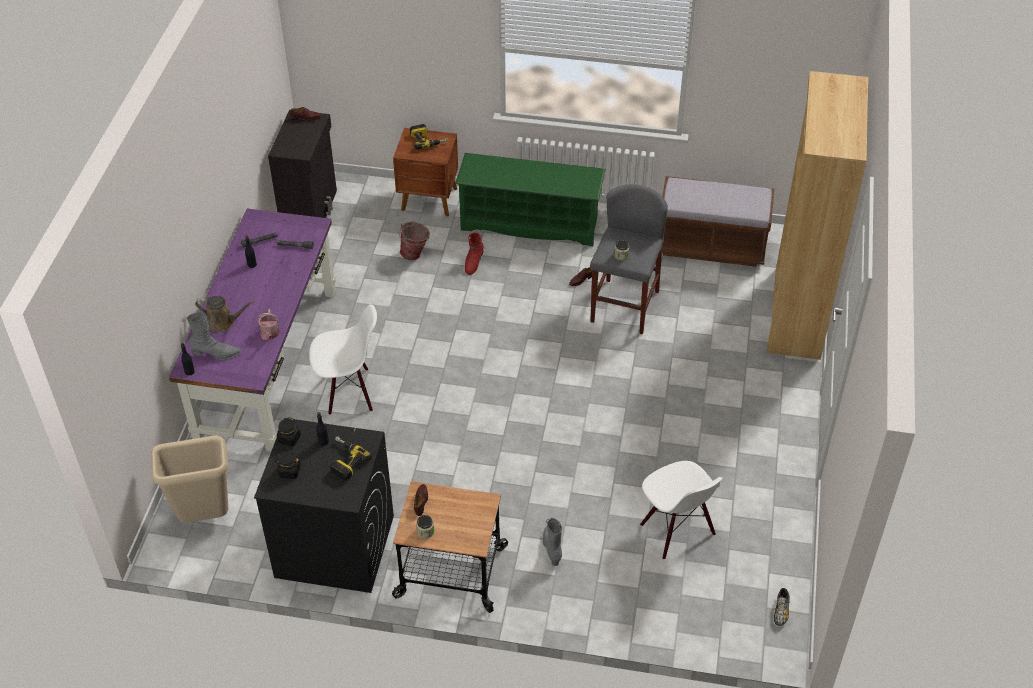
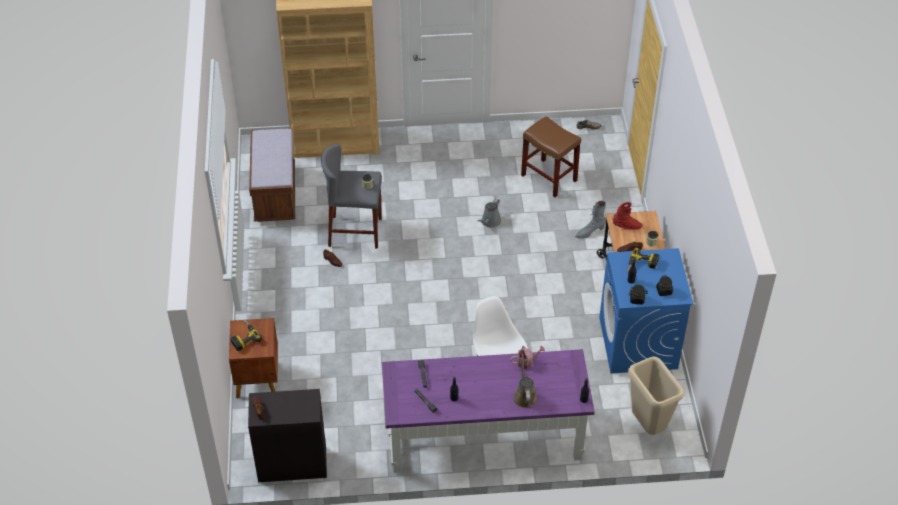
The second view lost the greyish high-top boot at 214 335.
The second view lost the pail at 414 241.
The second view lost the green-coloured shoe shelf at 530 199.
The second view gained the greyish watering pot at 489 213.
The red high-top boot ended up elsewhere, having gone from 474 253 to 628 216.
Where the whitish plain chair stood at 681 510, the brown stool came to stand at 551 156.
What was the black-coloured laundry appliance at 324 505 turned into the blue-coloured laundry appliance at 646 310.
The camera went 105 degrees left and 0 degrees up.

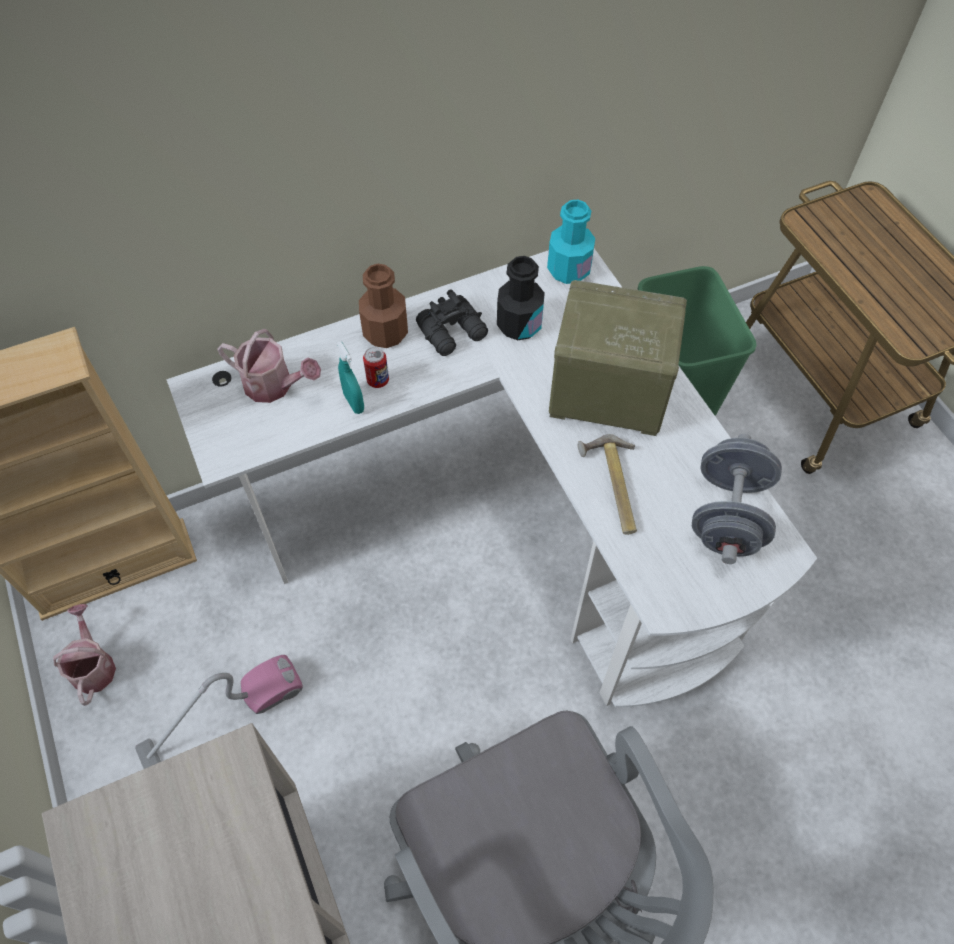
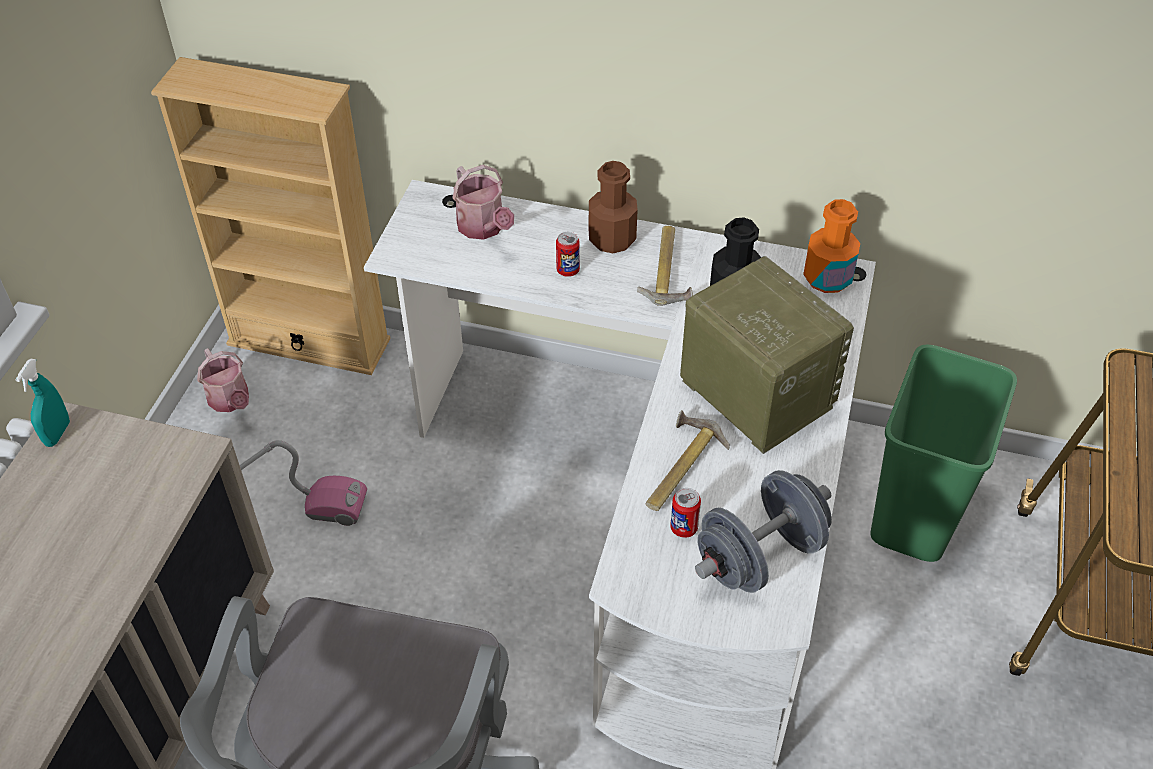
The second view gained the metal can at 685 513.
The turquoise sprayer ended up elsewhere, having gone from 350 377 to 42 403.
Where the black-coloured field glasses stood at 452 322, the hand hammer came to stand at 665 266.
What was the turquoise drink bottle at 571 242 turned into the orange drink bottle at 831 246.
The watering pot at 84 655 ended up facing another way, 120 degrees clockwise from before.
The camera went 40 degrees right and 10 degrees down.

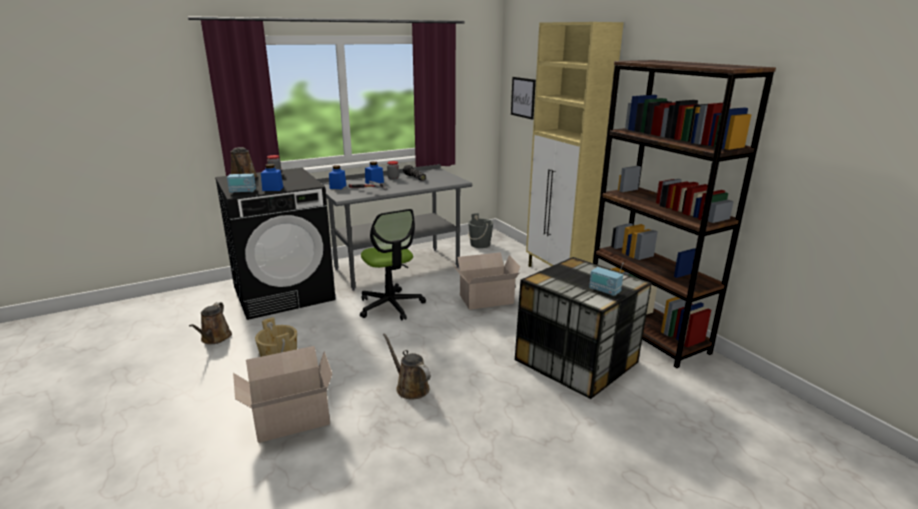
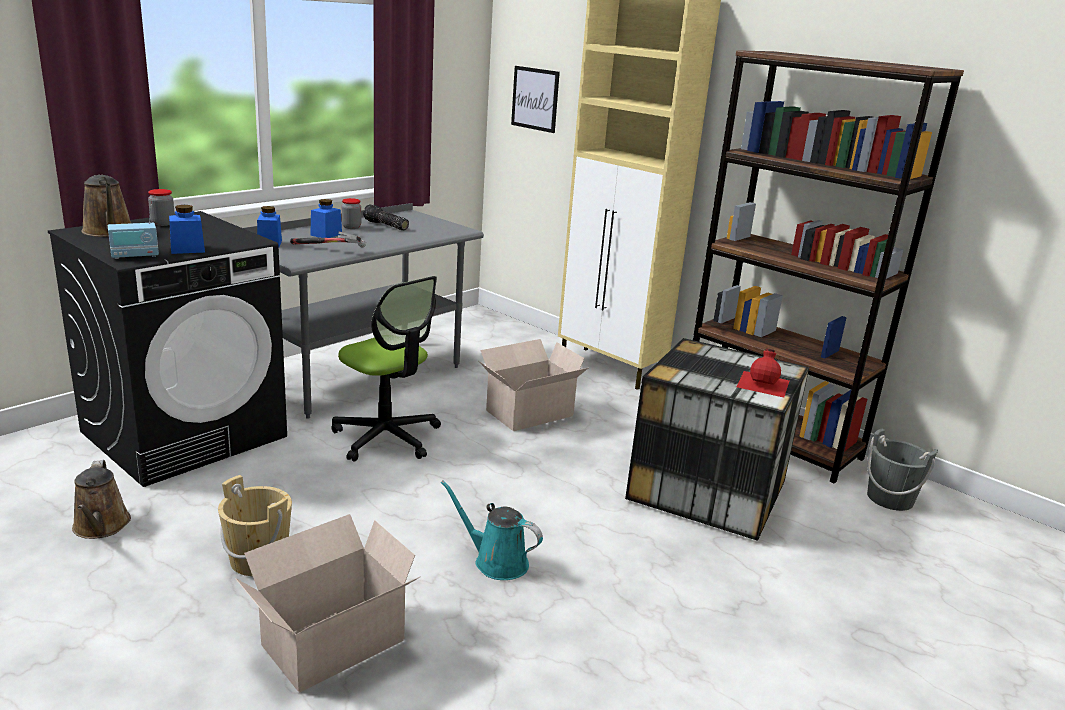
The greyish pail ended up elsewhere, having gone from 480 230 to 902 470.
Where the radio stood at 606 279, the red drink bottle came to stand at 763 373.
What was the brown watering pot at 407 366 turned into the turquoise watering pot at 492 530.
The camera went 20 degrees left and 0 degrees up.

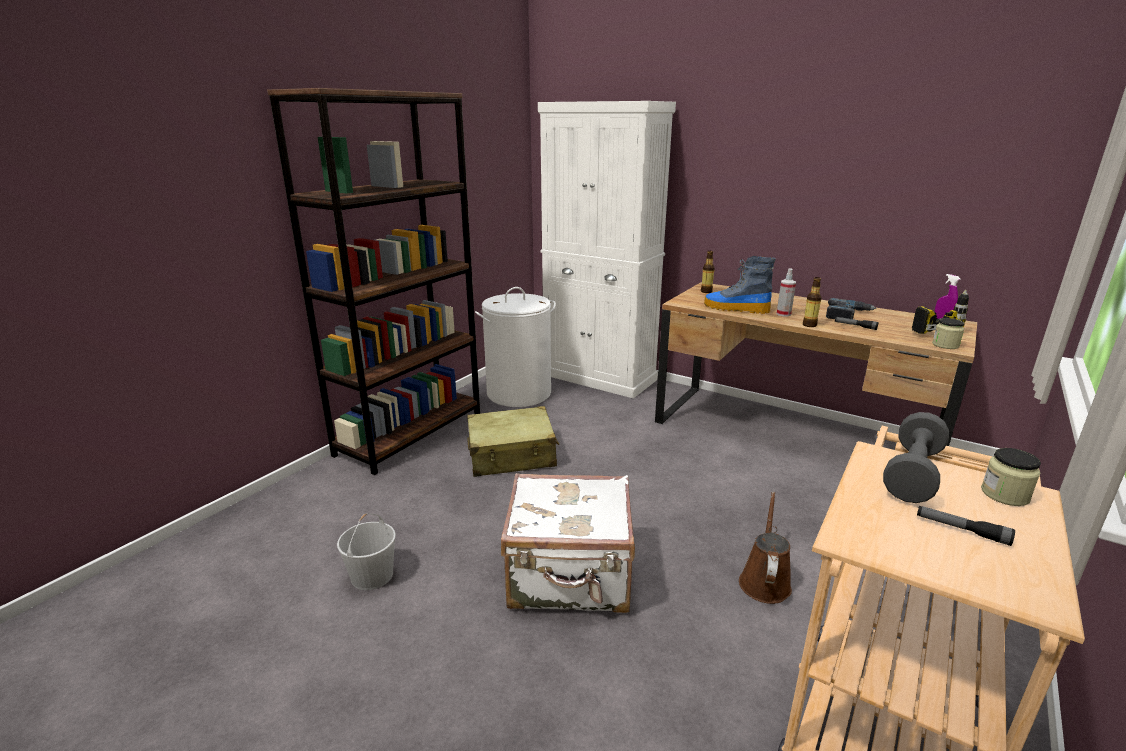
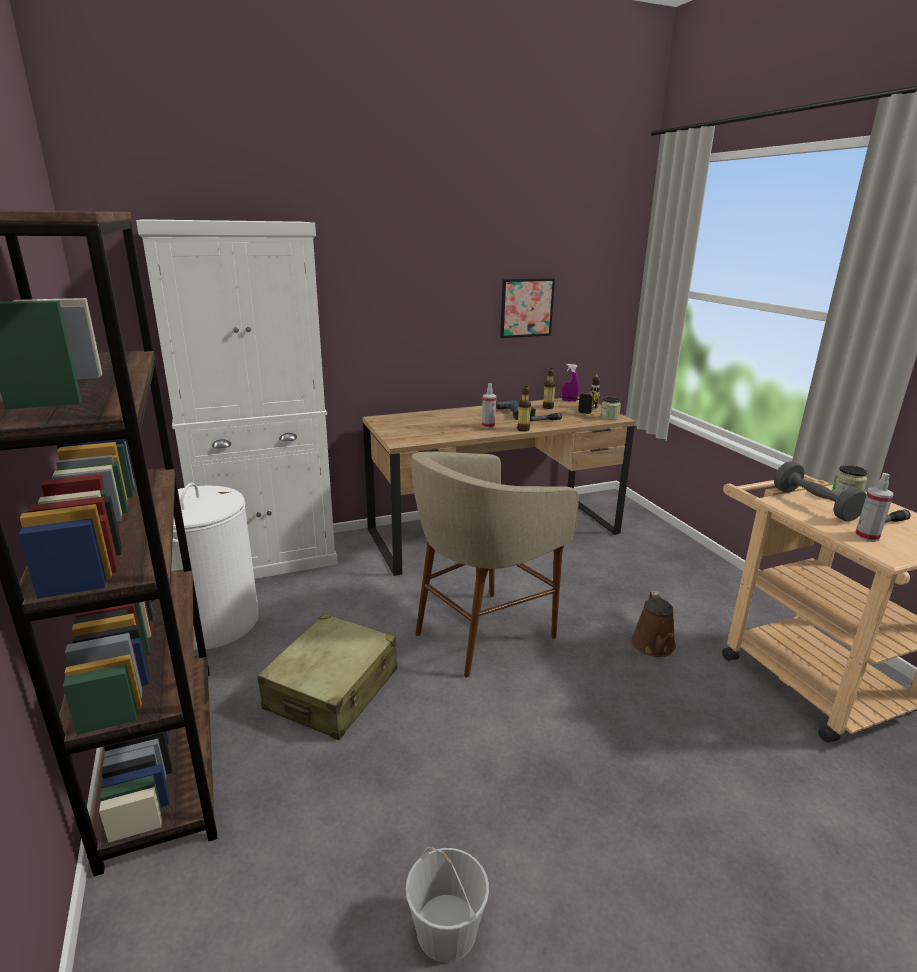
The second view lost the whitish suitcase at 568 543.
The second view lost the high-top boot at 739 285.
The second view gained the beige-coloured stool at 495 564.
The second view gained the picture at 527 308.
The second view gained the sprayer at 874 507.
The drink bottle ended up elsewhere, having gone from 708 272 to 549 388.
The brown watering pot at 765 548 ended up facing another way, 135 degrees counterclockwise from before.
The camera went 55 degrees left and 0 degrees up.

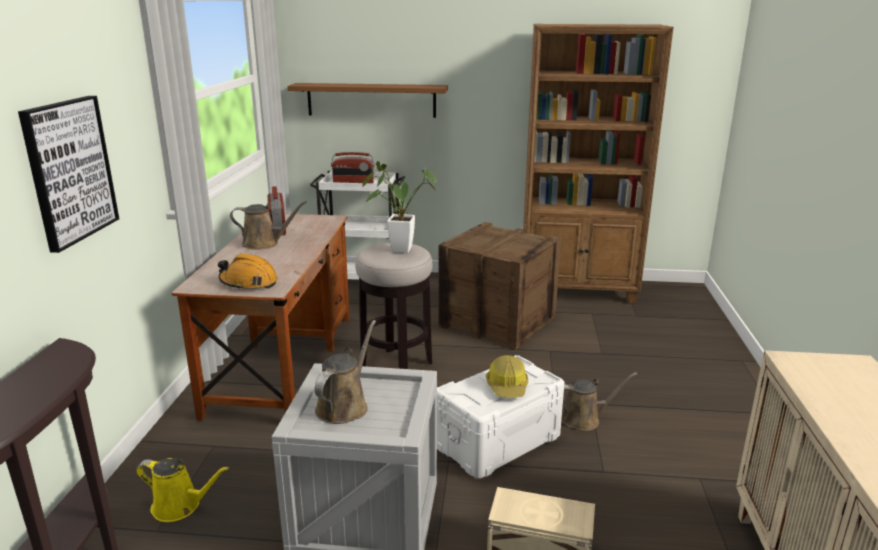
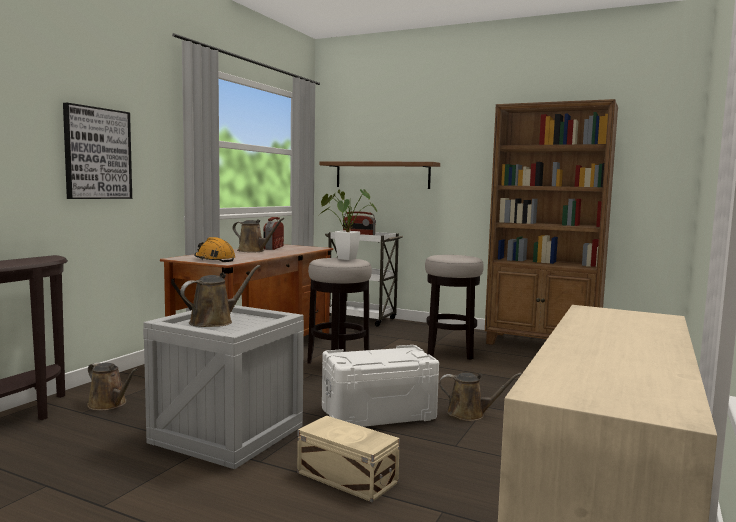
The second view lost the hard hat at 507 376.
Where the shipping crate stood at 499 286, the stool came to stand at 454 307.
What was the yellow watering pot at 182 490 turned into the brown watering pot at 112 386.
The camera went 20 degrees right and 15 degrees down.

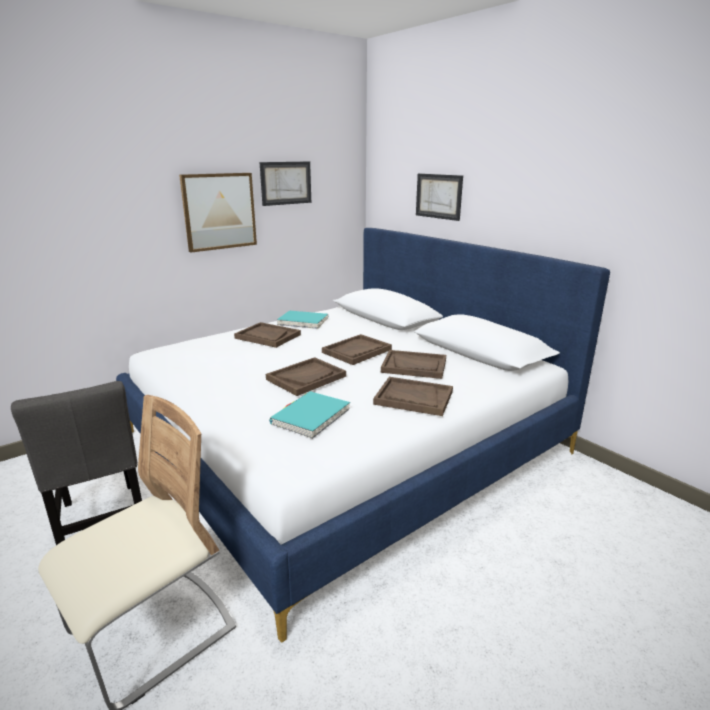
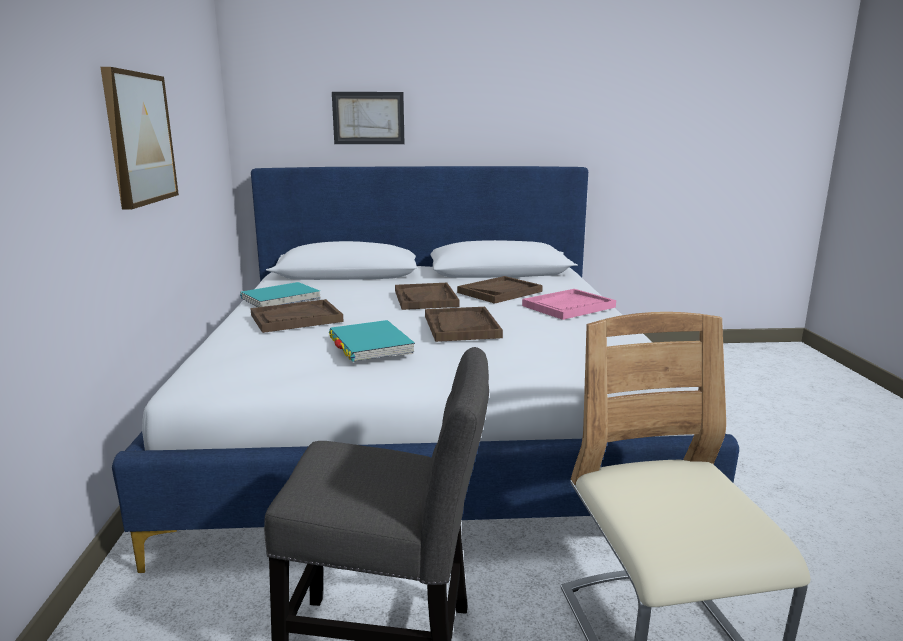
The second view lost the picture at 285 183.
The turquoise book ended up elsewhere, having gone from 309 415 to 372 341.
What was the brown serving tray at 413 396 turned into the pinkish serving tray at 569 304.
The camera went 55 degrees left and 5 degrees down.

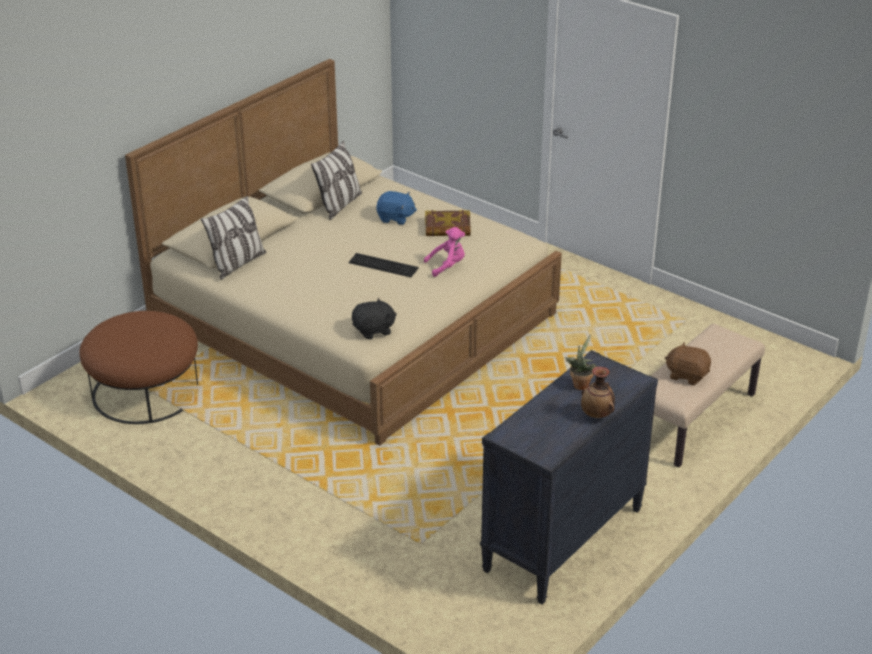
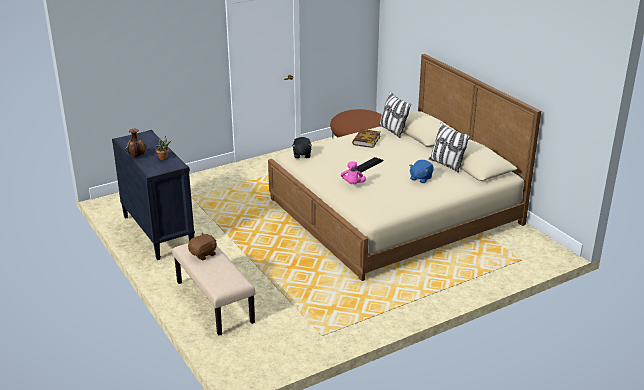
The book ended up elsewhere, having gone from 448 223 to 366 138.
The camera went 110 degrees right and 5 degrees down.

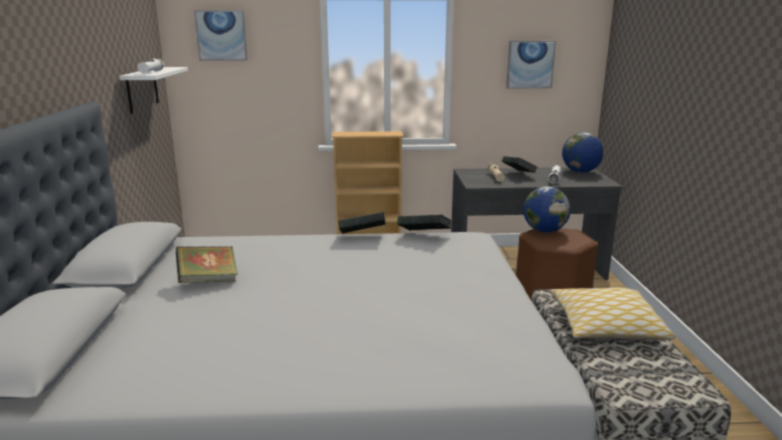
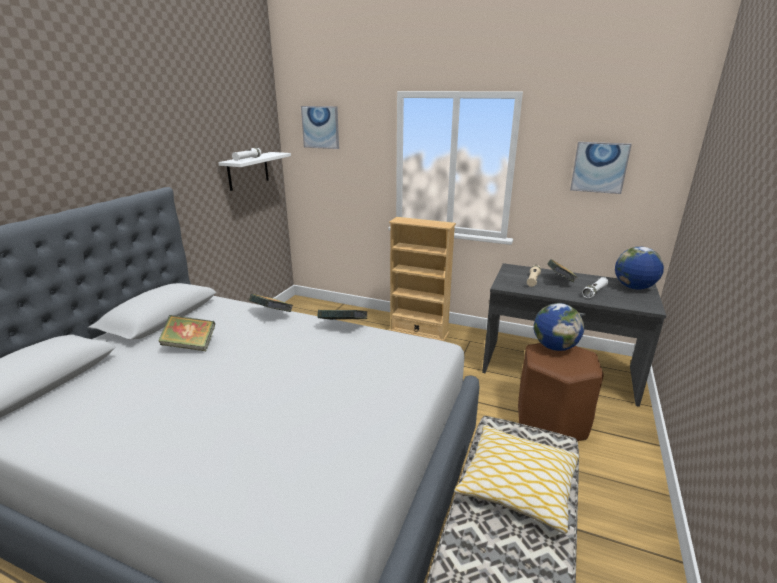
The book ended up elsewhere, having gone from 424 223 to 271 303.
The camera went 25 degrees right and 5 degrees up.

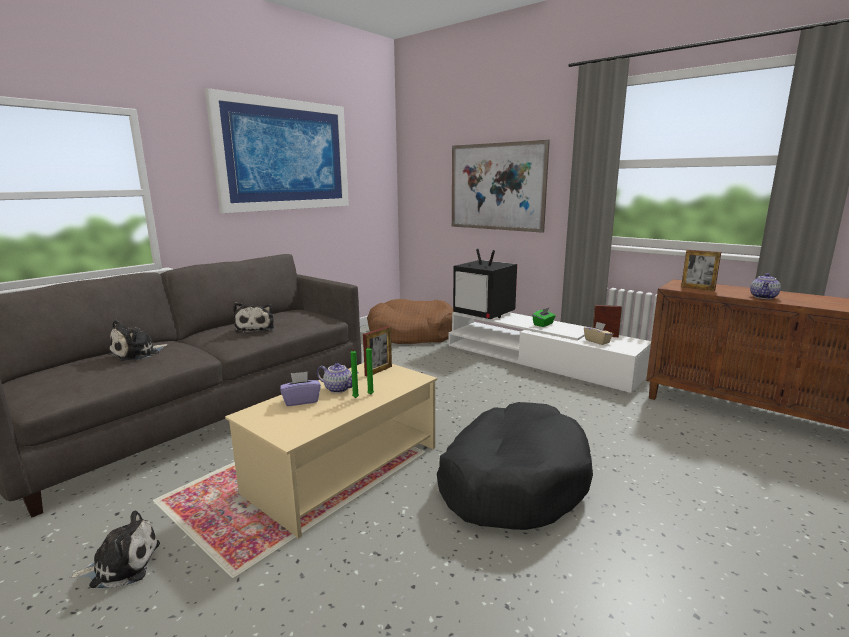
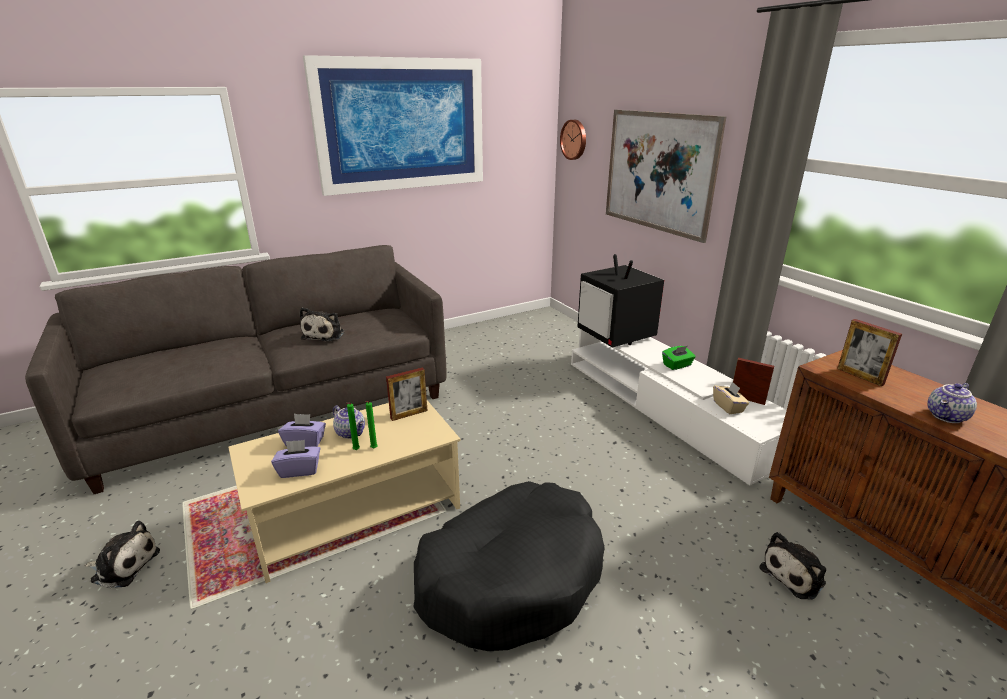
The second view lost the brown pet bed at 410 321.
The second view gained the purple tissue holder at 296 459.
The second view gained the clock on the wall at 573 140.
The soft toy ended up elsewhere, having gone from 138 340 to 793 566.
The camera went 20 degrees right and 10 degrees up.

